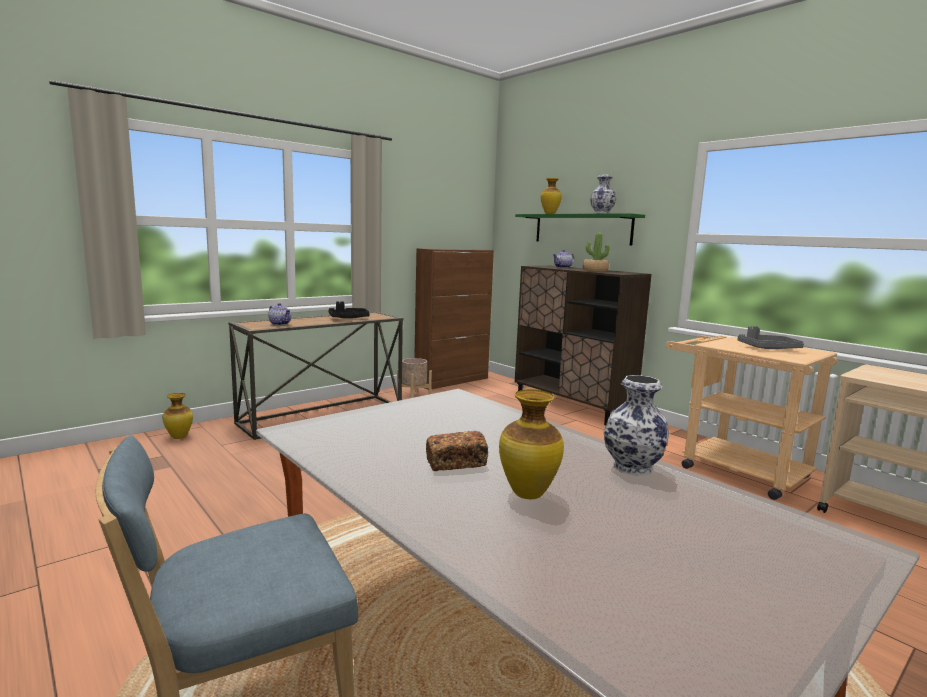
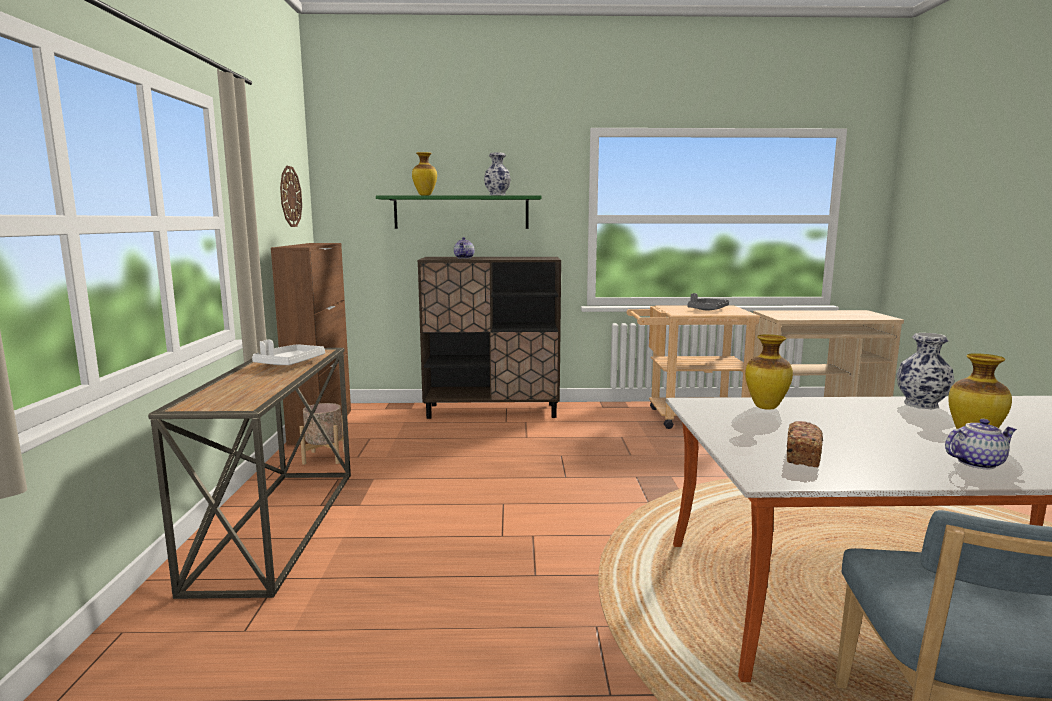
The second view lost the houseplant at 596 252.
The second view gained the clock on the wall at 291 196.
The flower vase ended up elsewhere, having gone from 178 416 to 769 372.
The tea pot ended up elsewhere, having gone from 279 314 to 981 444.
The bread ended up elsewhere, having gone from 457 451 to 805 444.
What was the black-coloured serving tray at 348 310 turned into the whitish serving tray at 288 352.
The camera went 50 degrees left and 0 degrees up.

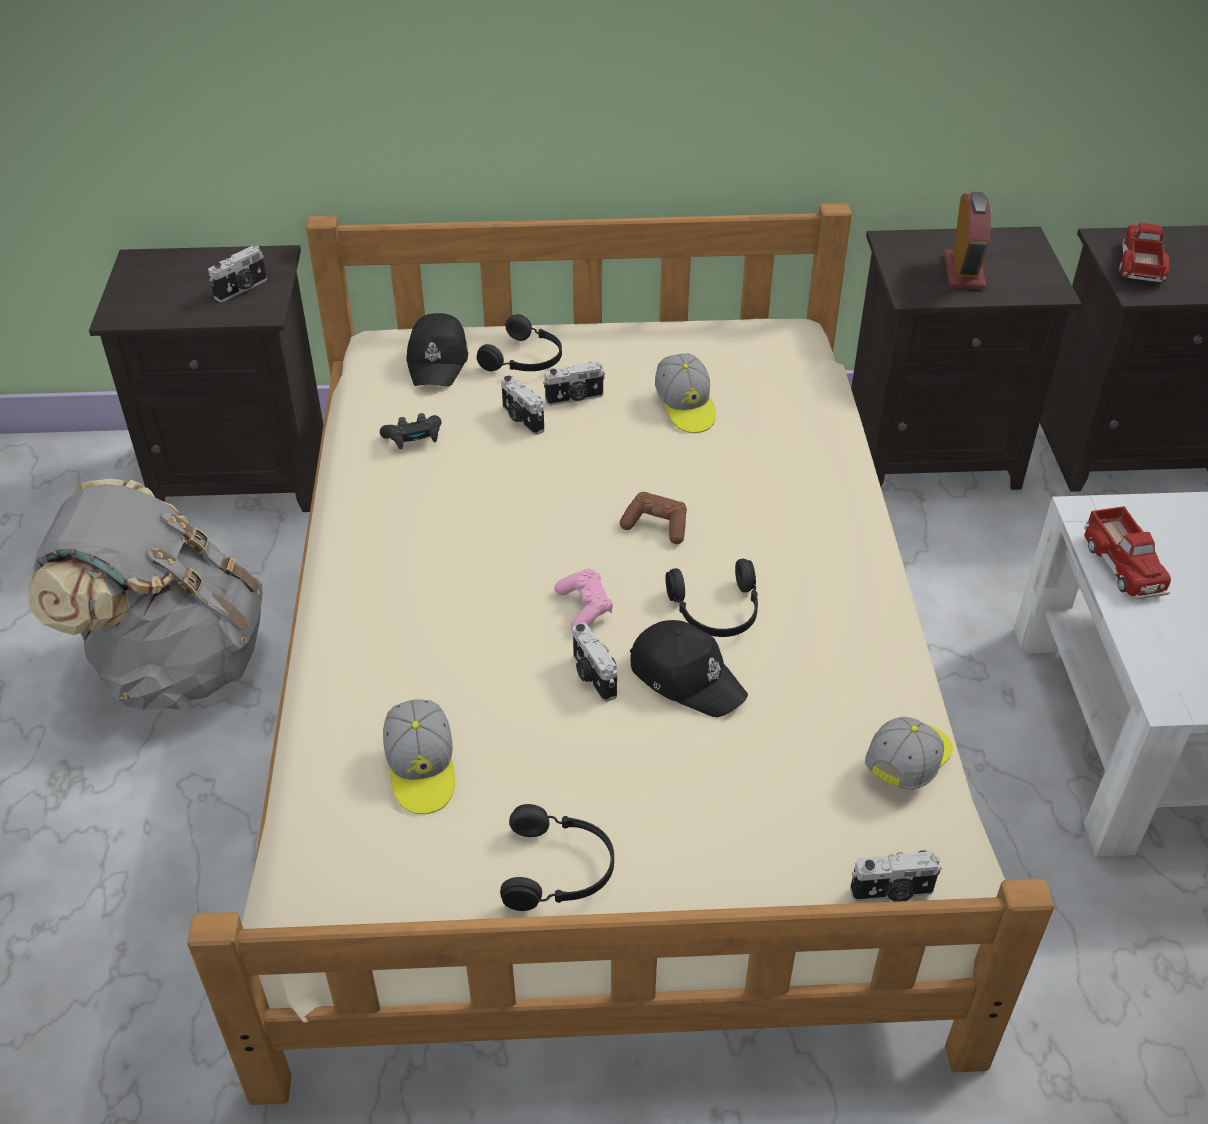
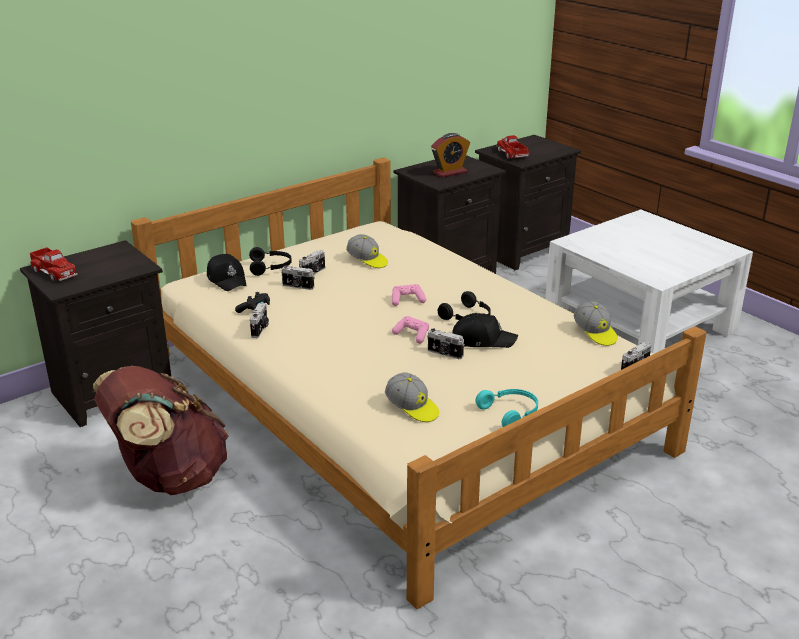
The photo camera ended up elsewhere, having gone from 237 274 to 259 320.
The toy lorry ended up elsewhere, having gone from 1127 553 to 54 264.
What was the greyish backpack at 145 594 turned into the brown backpack at 161 430.
What was the black-coloured headphones at 557 857 turned into the turquoise headphones at 506 408.
What was the brown joypad at 653 518 turned into the pinkish joypad at 409 295.
The cap at 909 753 ended up facing another way, 150 degrees clockwise from before.
The bedside clock at 967 241 ended up facing another way, 90 degrees clockwise from before.
The camera went 35 degrees left and 15 degrees down.

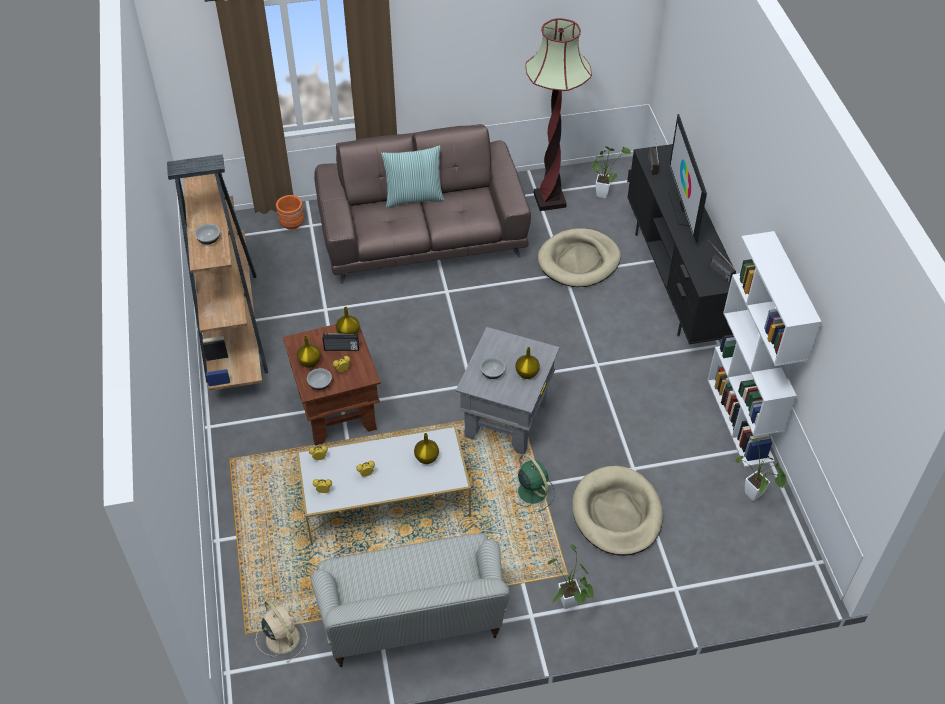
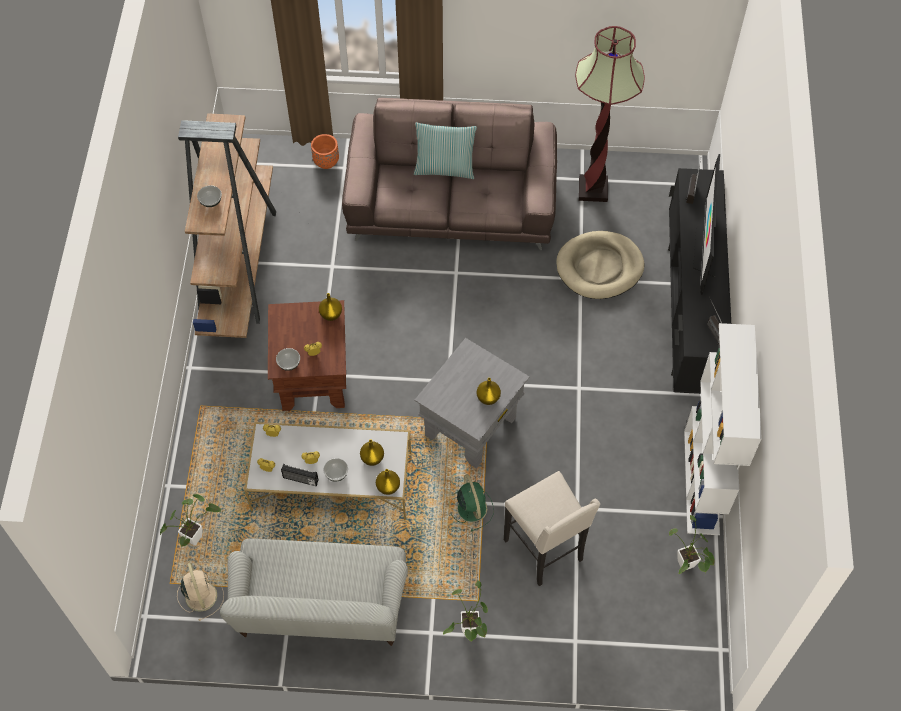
The yellow flower vase ended up elsewhere, having gone from 308 352 to 388 482.
The radio ended up elsewhere, having gone from 340 342 to 299 475.
The serving bowl ended up elsewhere, having gone from 492 368 to 335 470.
The houseplant ended up elsewhere, having gone from 611 172 to 190 520.
Where the beige-coloured pet bed stood at 617 511, the beige-coloured stool came to stand at 552 528.
The camera went 15 degrees right and 10 degrees up.

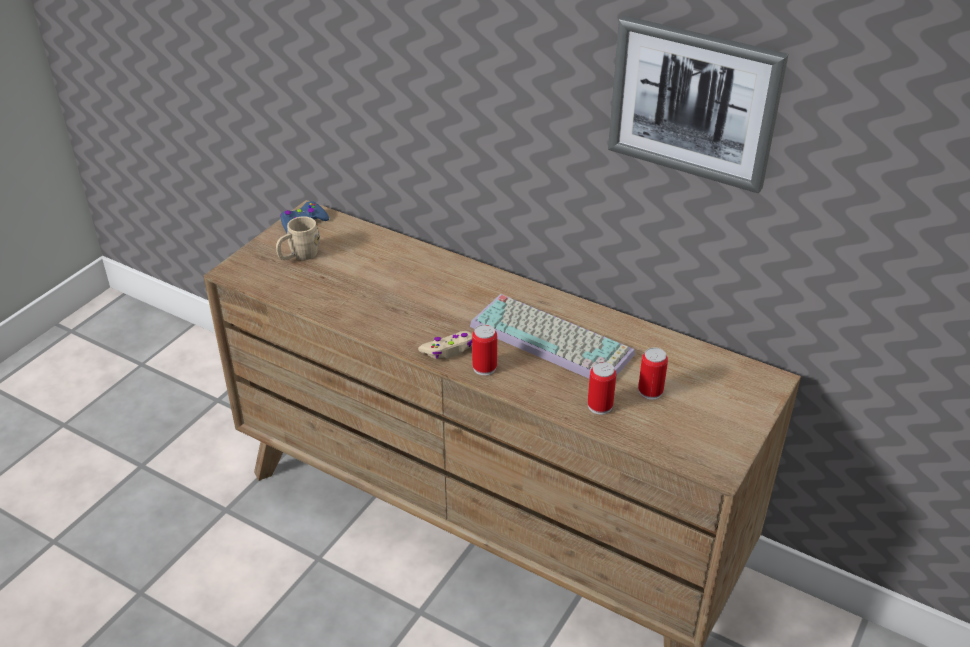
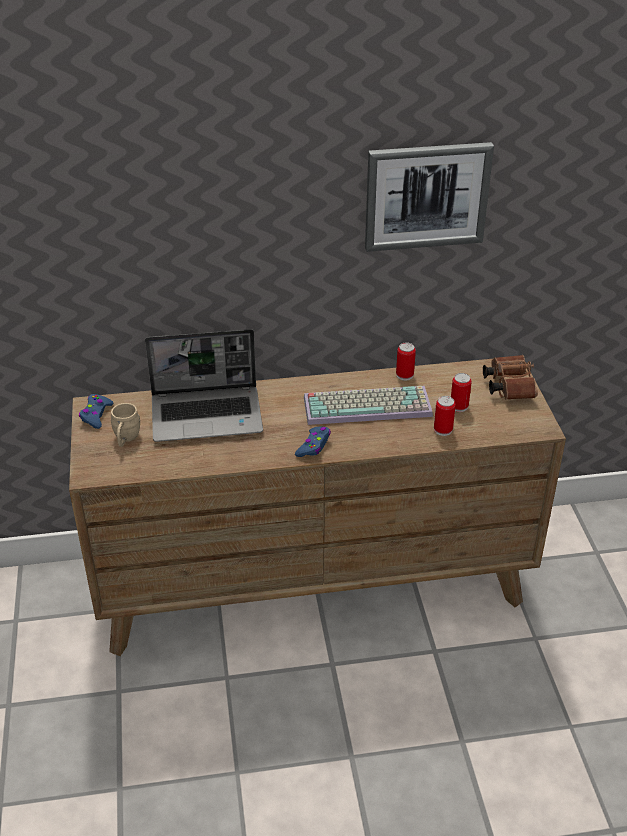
The second view gained the laptop at 204 385.
The second view gained the brown field glasses at 510 377.
The metal can ended up elsewhere, having gone from 484 350 to 406 361.
What was the beige-coloured joypad at 445 345 turned into the blue-coloured joypad at 313 442.
The camera went 40 degrees left and 0 degrees up.

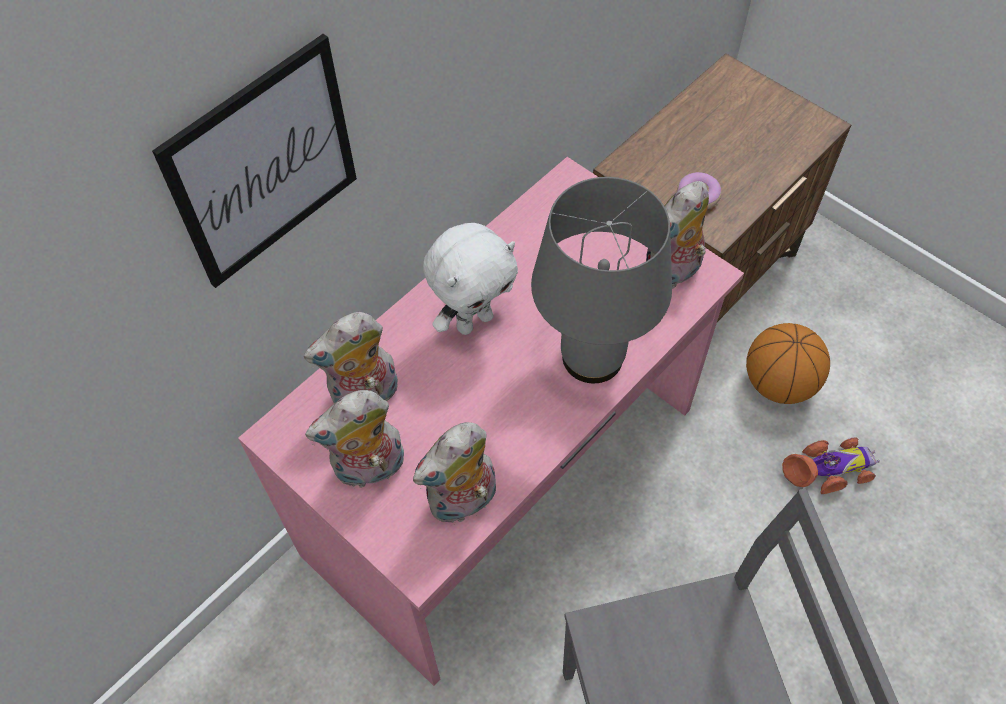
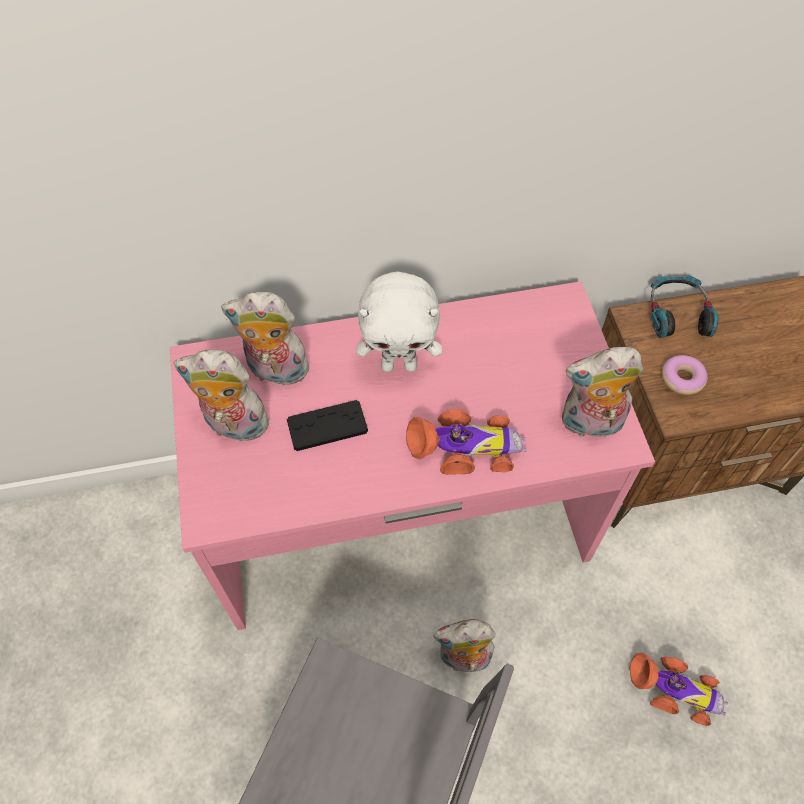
The second view lost the picture at 254 161.
The second view lost the basketball ball at 788 363.
The second view gained the black-coloured joypad at 327 425.
The second view gained the headphones at 684 306.
The soft toy ended up elsewhere, having gone from 454 472 to 464 647.
Where the greyish lamp for a table stood at 601 280, the miniature car came to stand at 466 442.
The camera went 35 degrees right and 0 degrees up.

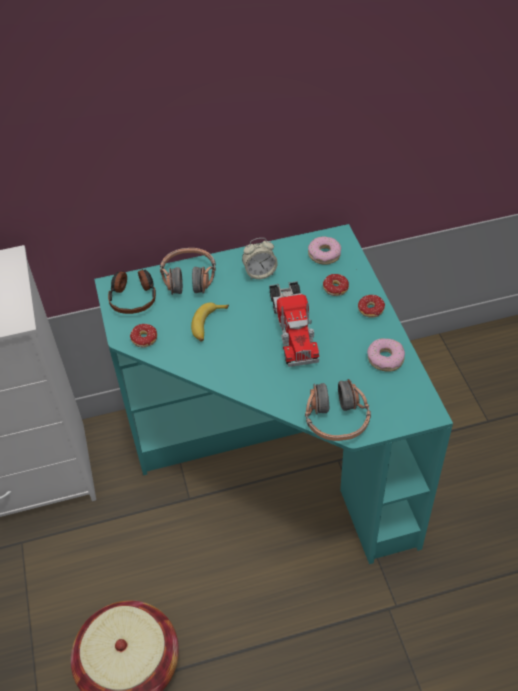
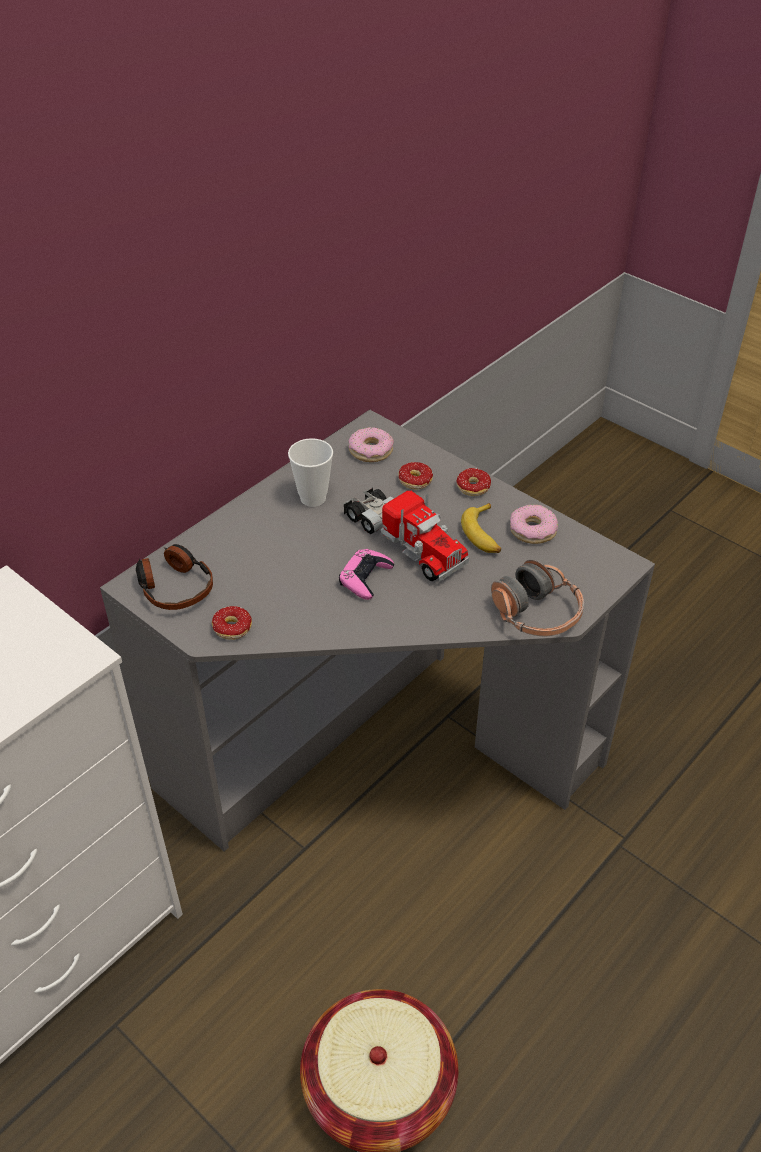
The second view lost the headphones at 188 271.
The second view gained the pinkish joypad at 366 574.
The banana ended up elsewhere, having gone from 210 322 to 481 528.
Where the bedside clock stood at 260 259, the cup came to stand at 310 472.
What was the turquoise desk table at 273 394 turned into the greyish desk table at 377 631.
The camera went 35 degrees left and 5 degrees down.

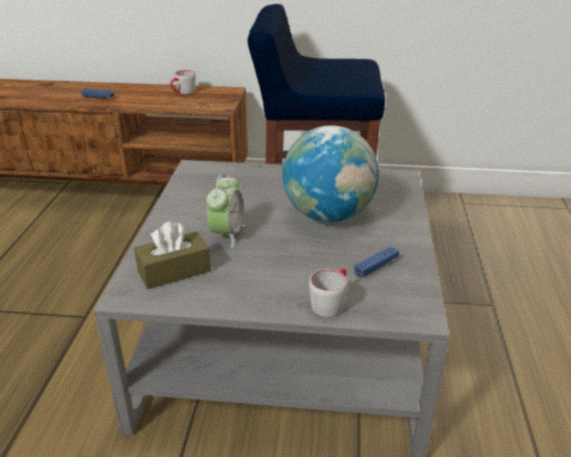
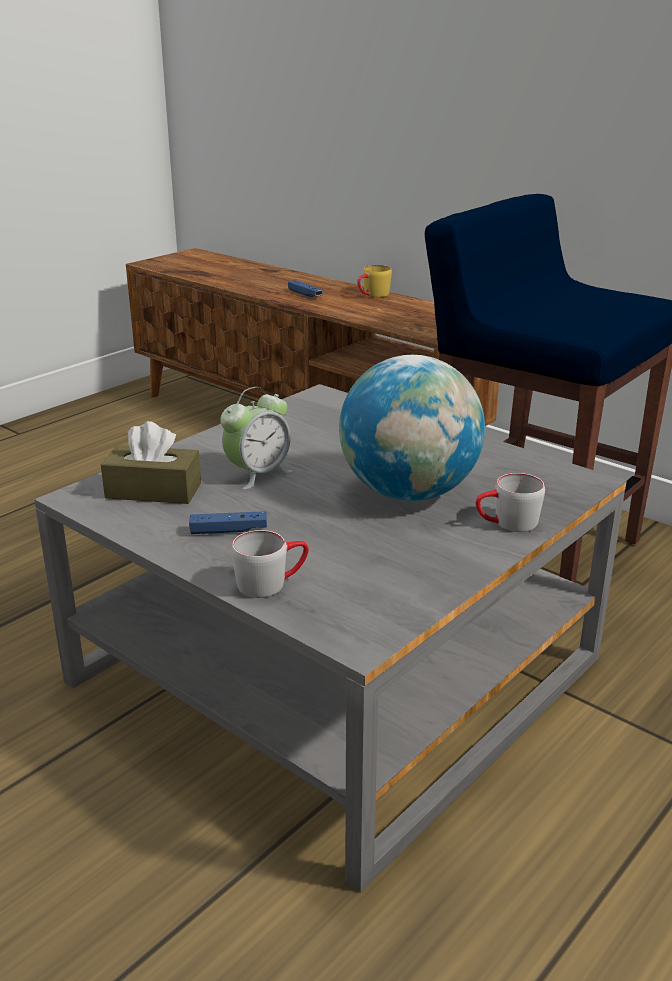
The second view gained the yellow tea mug at 374 281.
The greyish tea mug ended up elsewhere, having gone from 183 82 to 510 502.
The blue-coloured joypad ended up elsewhere, having gone from 376 262 to 228 522.
The camera went 35 degrees right and 5 degrees down.

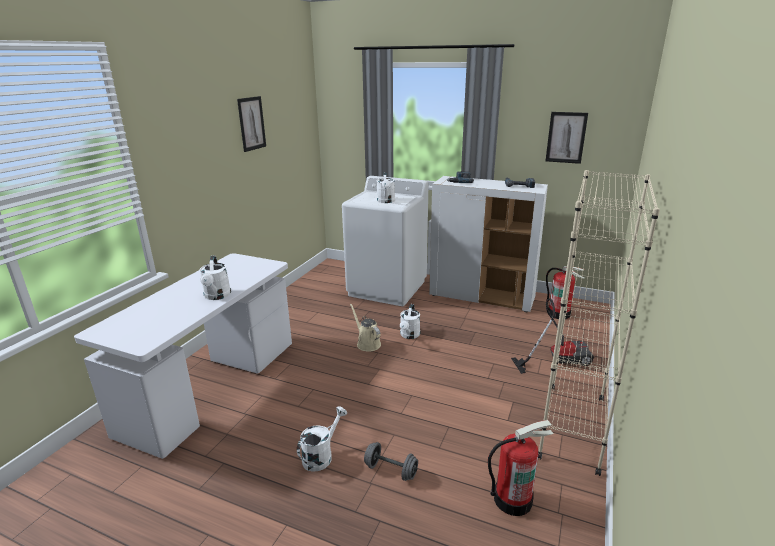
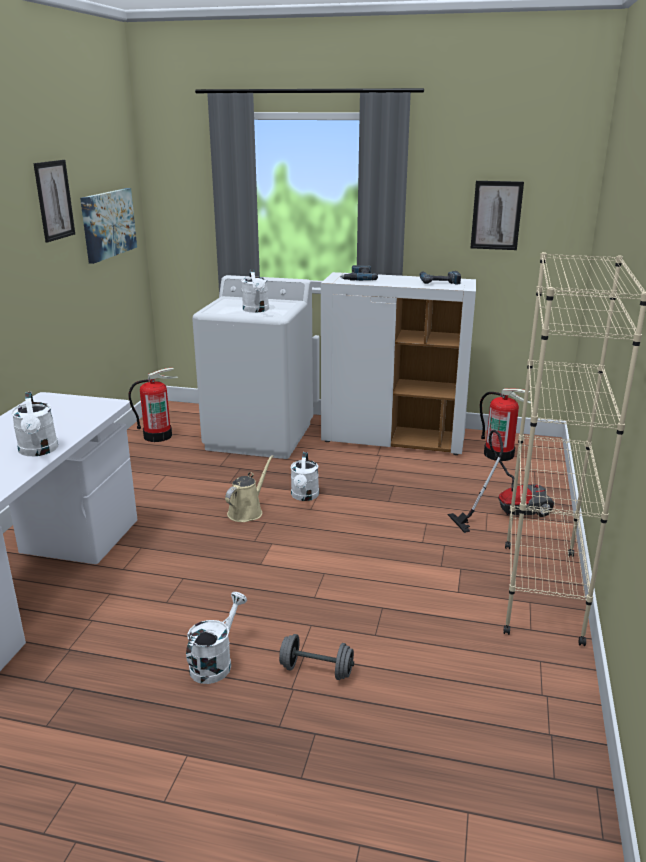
The second view gained the picture at 108 226.
The fire extinguisher ended up elsewhere, having gone from 521 468 to 153 405.
The beige-coloured watering pot at 365 327 ended up facing another way, 75 degrees clockwise from before.
The camera went 10 degrees left and 0 degrees up.

